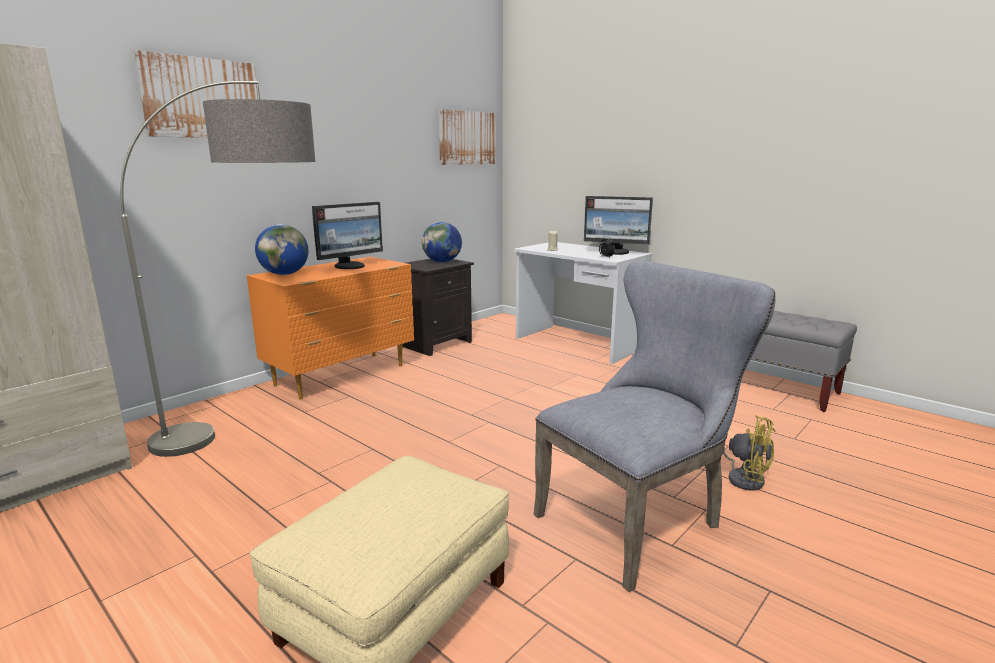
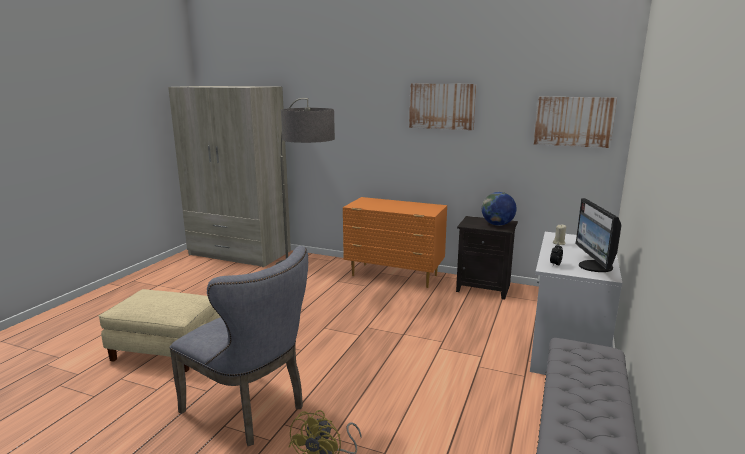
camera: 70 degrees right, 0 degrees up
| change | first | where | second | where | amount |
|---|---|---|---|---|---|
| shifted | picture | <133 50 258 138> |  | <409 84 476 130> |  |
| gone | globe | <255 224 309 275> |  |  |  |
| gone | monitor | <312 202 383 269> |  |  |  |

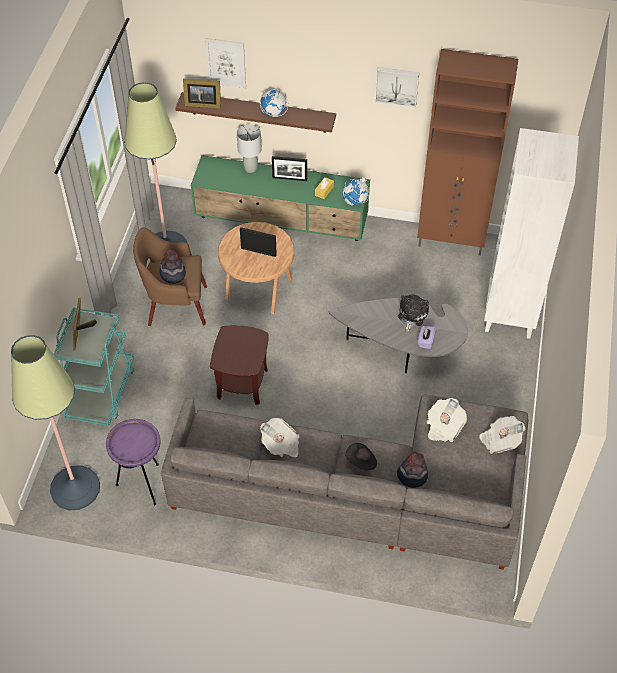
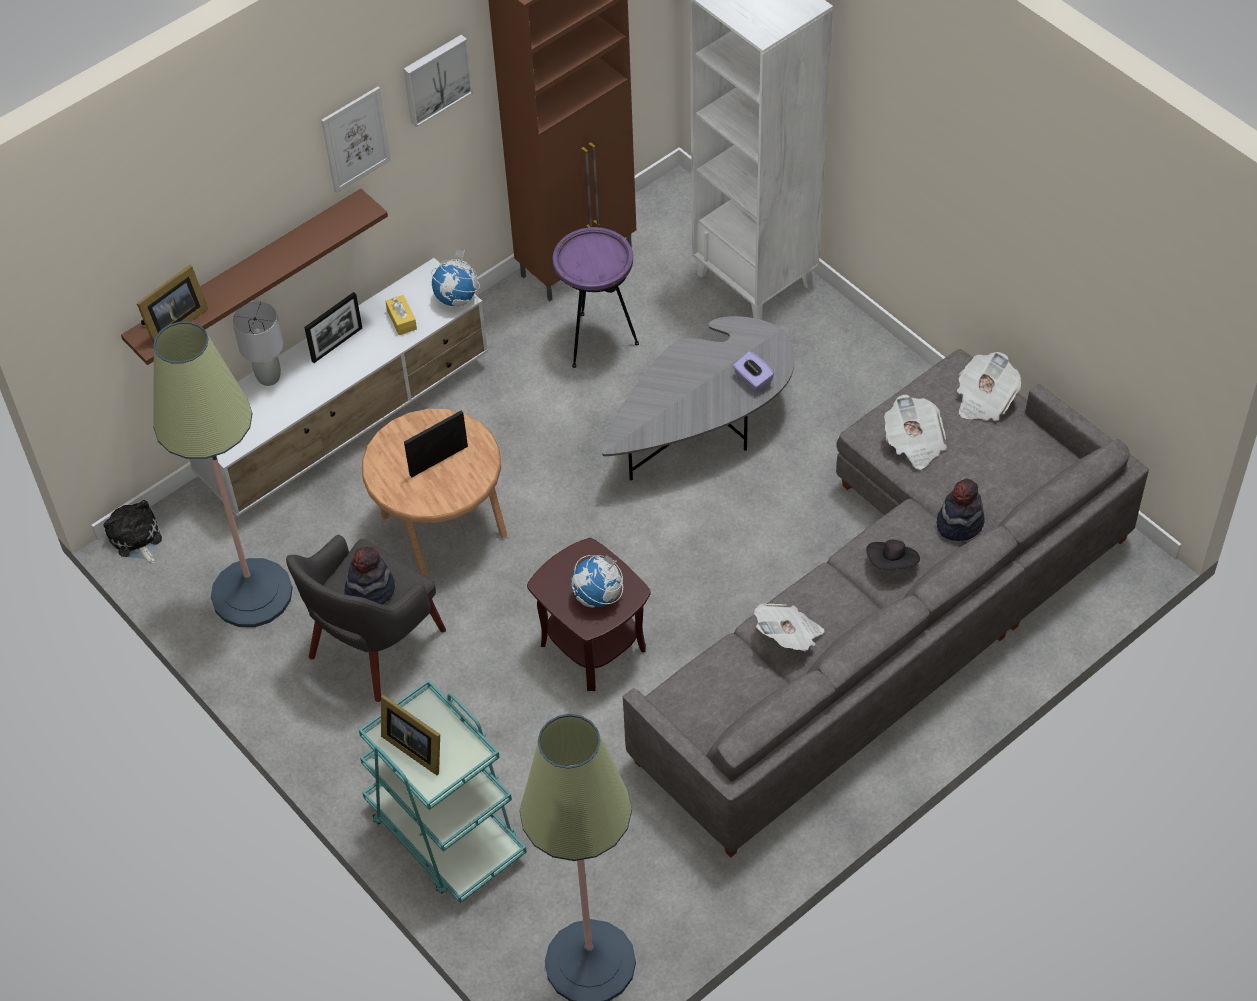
camera: 50 degrees left, 0 degrees up
| change | first | where | second | where | amount |
|---|---|---|---|---|---|
| shifted | accent table (purple-coloured) | <106 419 160 505> |  | <553 227 639 368> |  |
| repainted | armchair (brown-coloured) | <133 227 207 326> | armchair (greyish) | <286 535 446 702> |  |
| repainted | tv unit (greenish) | <190 155 370 241> | tv unit (white) | <189 258 488 517> |  |
| shifted | picture | <205 38 246 88> |  | <321 87 391 194> |  |
| shifted | globe | <260 88 289 117> |  | <571 555 623 608> |  |
| shifted | soft toy | <398 294 429 332> |  | <103 500 162 564> |  |

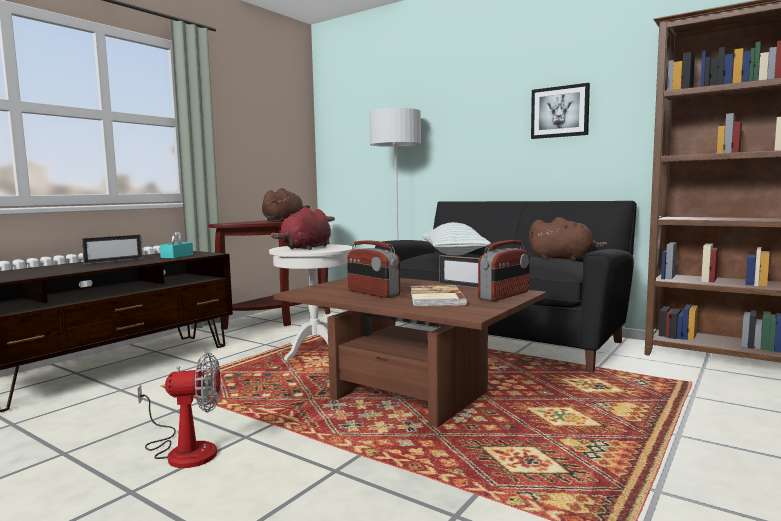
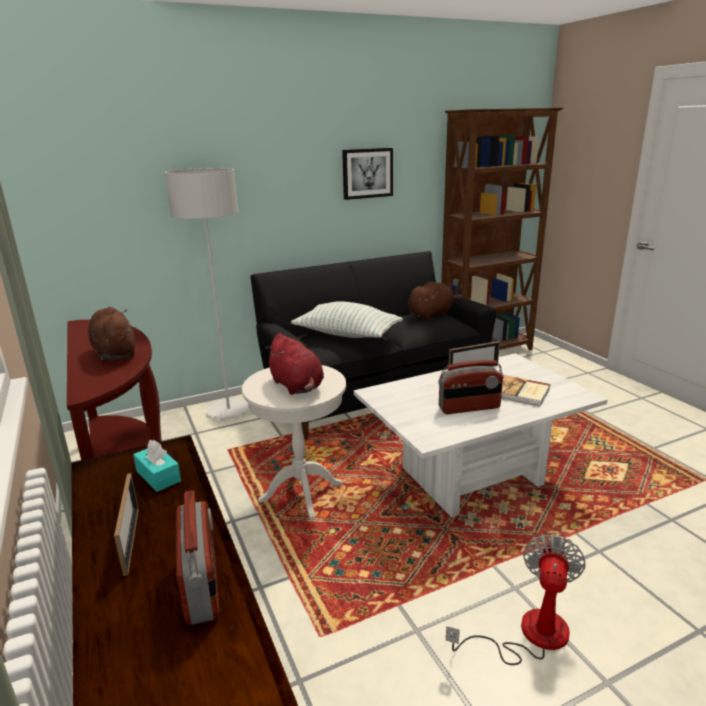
camera: 60 degrees left, 15 degrees up
| change | first | where | second | where | amount |
|---|---|---|---|---|---|
| repainted | coffee table (brown-coloured) | <273 278 547 428> | coffee table (white) | <354 353 608 517> |  |
| shifted | radio receiver | <478 240 530 301> |  | <176 490 219 625> |  |

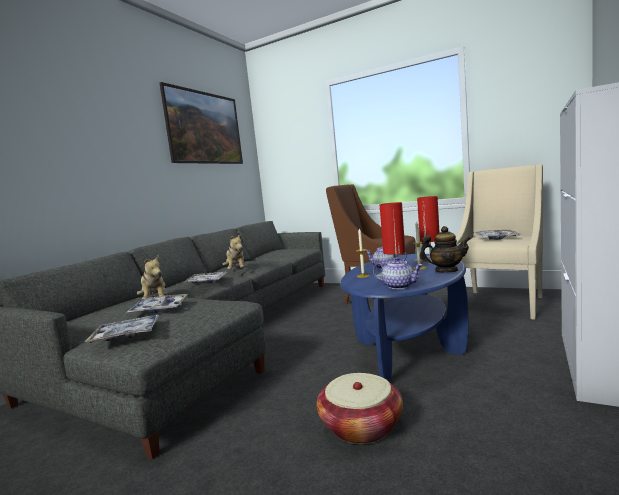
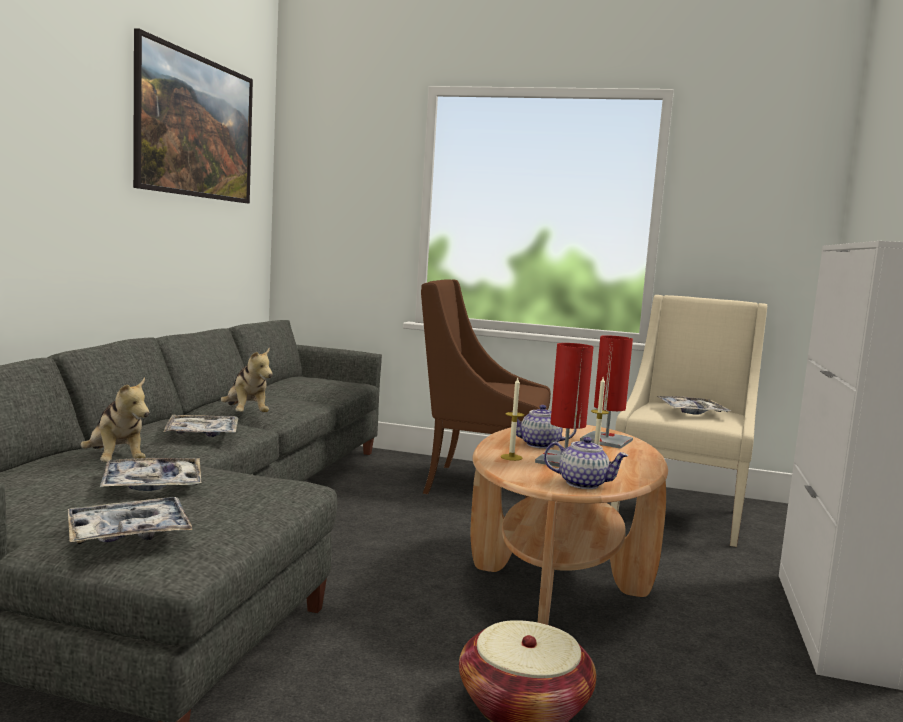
camera: 15 degrees left, 0 degrees up
| change | first | where | second | where | amount |
|---|---|---|---|---|---|
| repainted | coffee table (blue) | <340 254 469 382> | coffee table (brown-coloured) | <471 425 668 625> |  |
| gone | teapot | <419 226 471 272> |  |  |  |

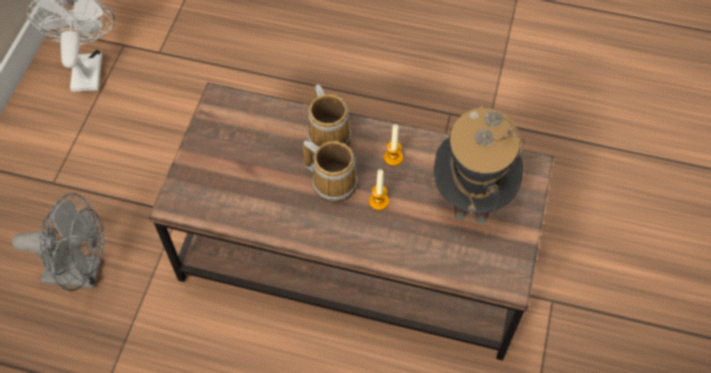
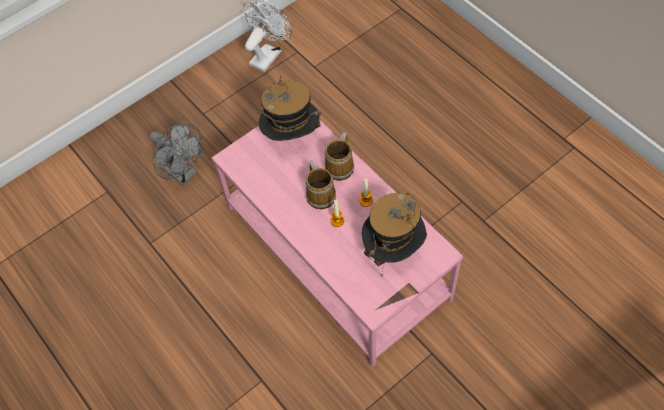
camera: 40 degrees right, 0 degrees up
| change | first | where | second | where | amount |
|---|---|---|---|---|---|
| repainted | coffee table (brown-coloured) | <149 82 554 361> | coffee table (pink-coloured) | <212 119 464 367> |  |
| new |  |  | hat | <259 76 321 141> |  |

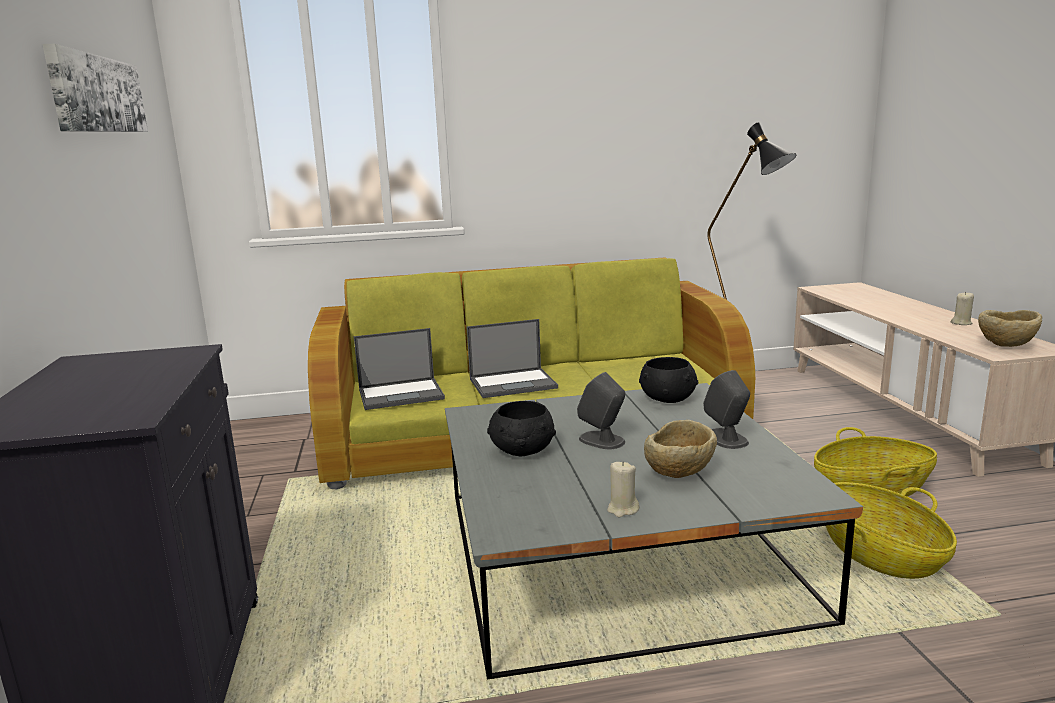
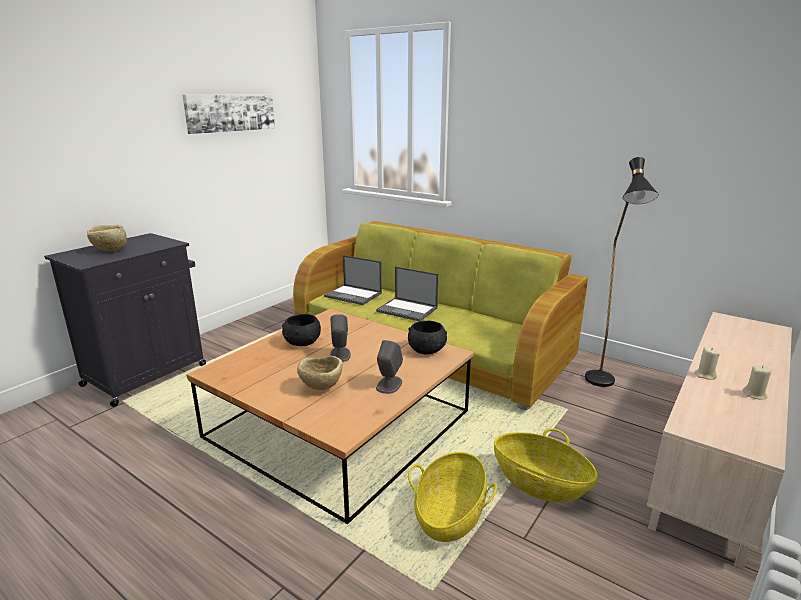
camera: 45 degrees right, 5 degrees up
| change | first | where | second | where | amount |
|---|---|---|---|---|---|
| repainted | coffee table (greyish) | <445 383 863 679> | coffee table (brown-coloured) | <186 309 474 524> |  |
| shifted | wax light (beige-coloured) | <607 461 640 517> |  | <694 347 720 380> |  |
| shifted | serving bowl (beige-coloured) | <978 310 1042 347> |  | <87 224 127 251> |  |

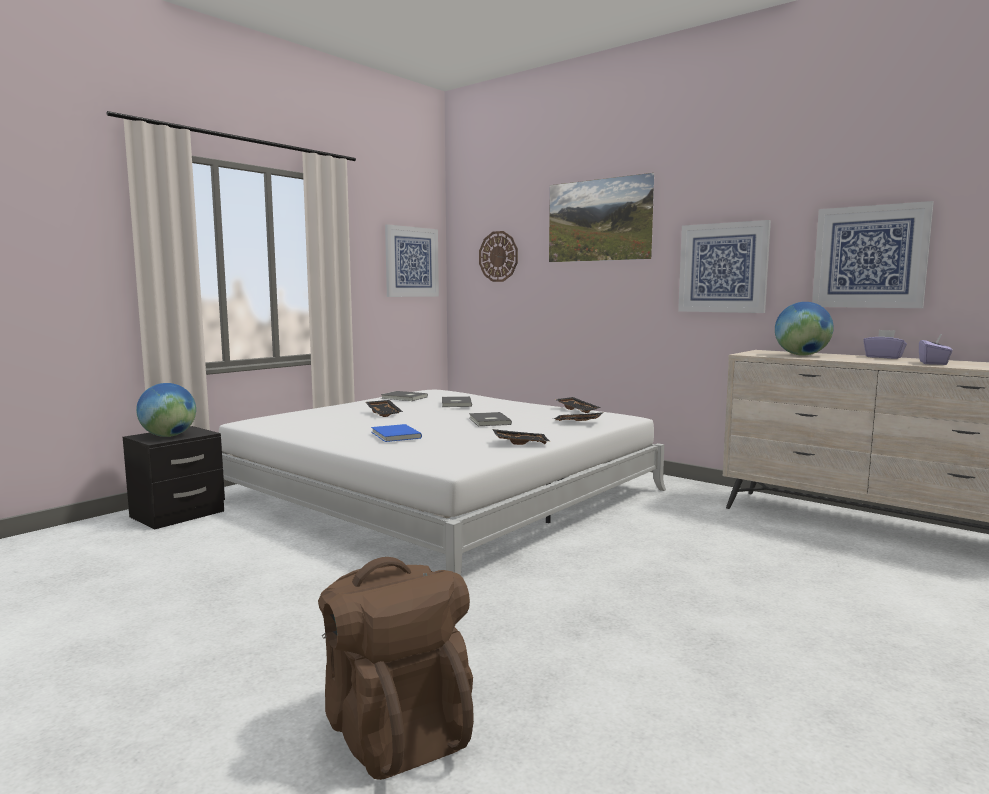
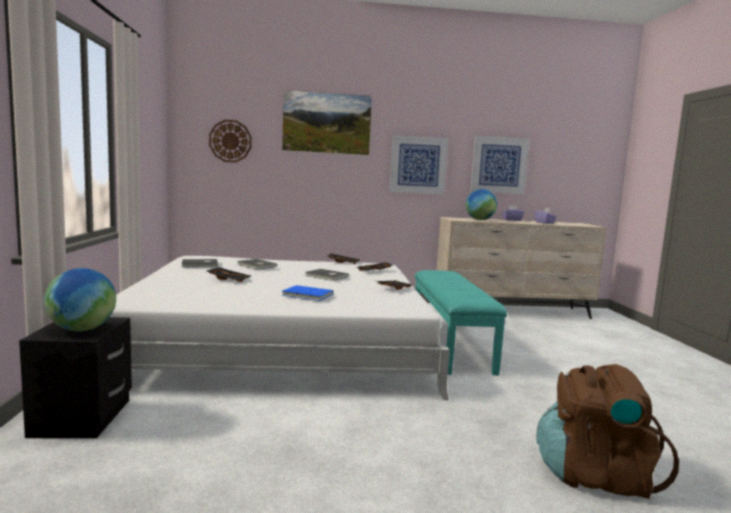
camera: 45 degrees left, 0 degrees up
| change | first | where | second | where | amount |
|---|---|---|---|---|---|
| gone | picture | <385 224 439 297> |  |  |  |
| new |  |  | bench (turquoise-coloured) | <415 270 507 376> |  |

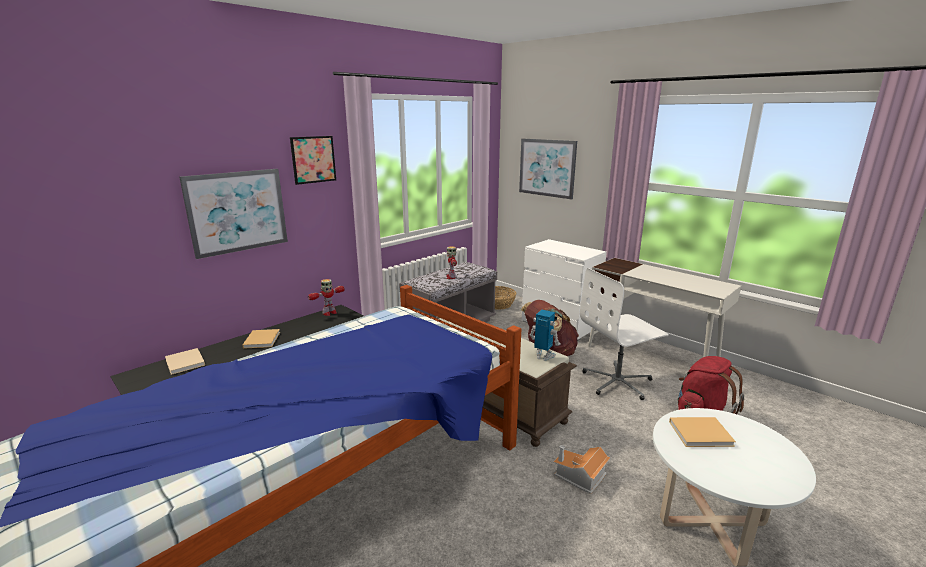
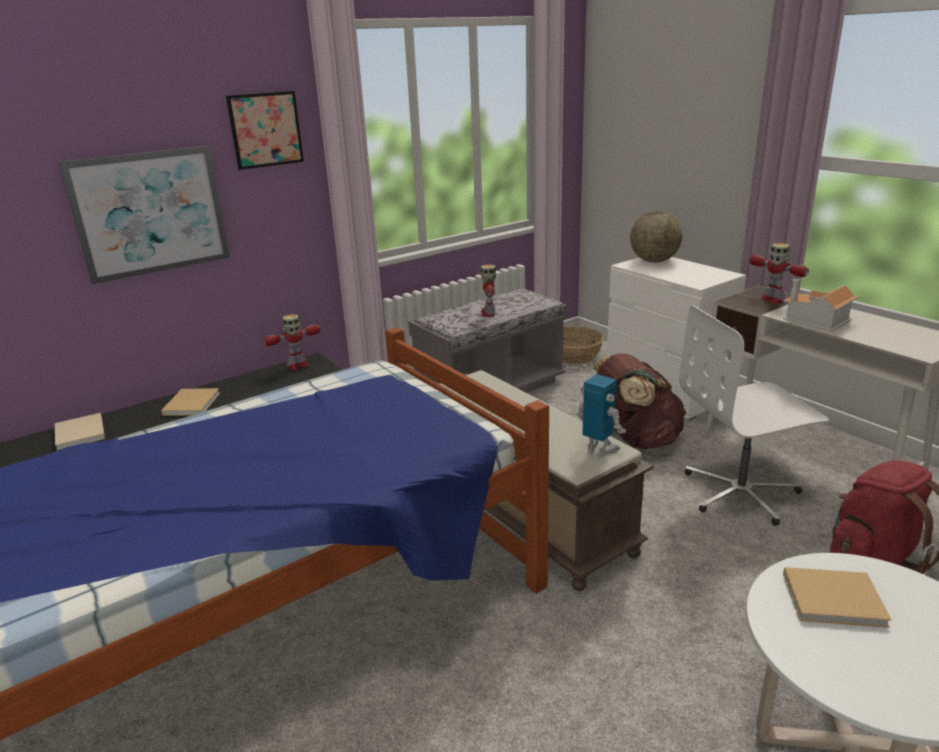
camera: 10 degrees right, 5 degrees up
| change | first | where | second | where | amount |
|---|---|---|---|---|---|
| gone | picture | <519 139 577 199> |  |  |  |
| shifted | miniature house | <553 445 611 494> |  | <783 279 859 331> |  |
| new |  |  | globe | <630 211 682 262> |  |
| new |  |  | robot figure | <749 243 809 304> |  |

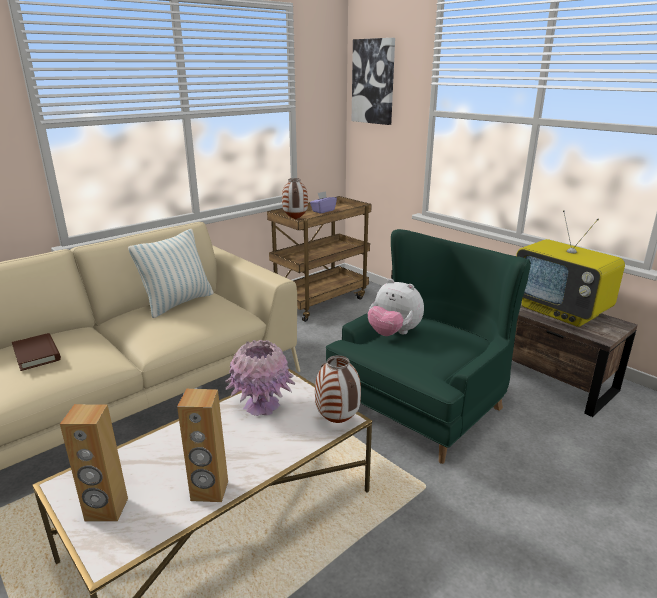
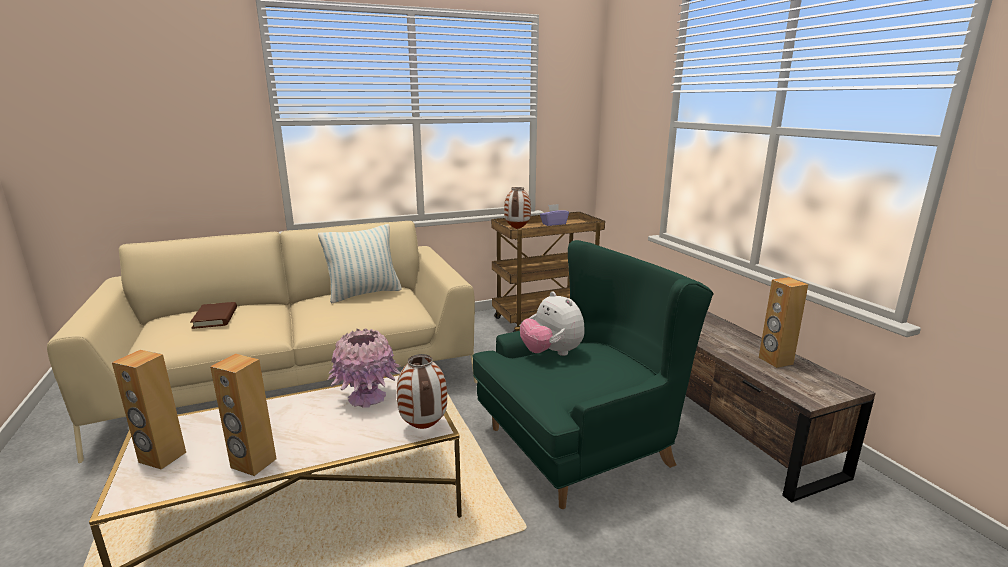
camera: 20 degrees right, 5 degrees down
| change | first | where | second | where | amount |
|---|---|---|---|---|---|
| gone | picture | <352 38 395 125> |  |  |  |
| swapped | TV | <516 210 625 327> | speaker (brown-coloured) | <759 277 808 368> |  |

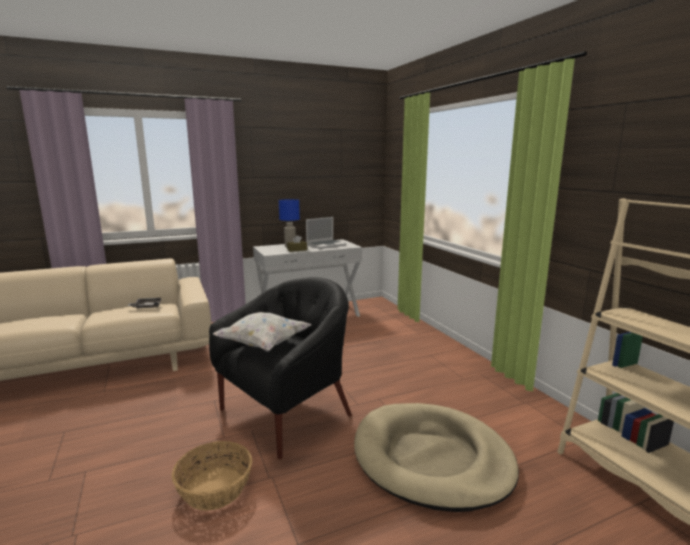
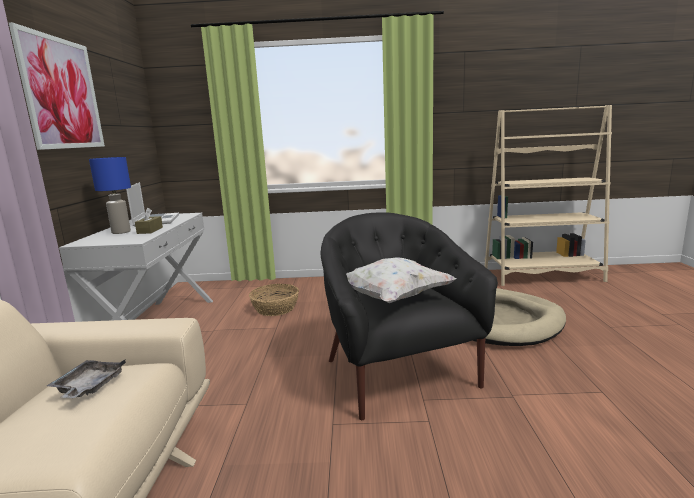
camera: 65 degrees left, 0 degrees up
| change | first | where | second | where | amount |
|---|---|---|---|---|---|
| shifted | basket | <172 441 252 511> |  | <249 284 299 316> |  |
| new |  |  | picture | <9 22 105 150> |  |

